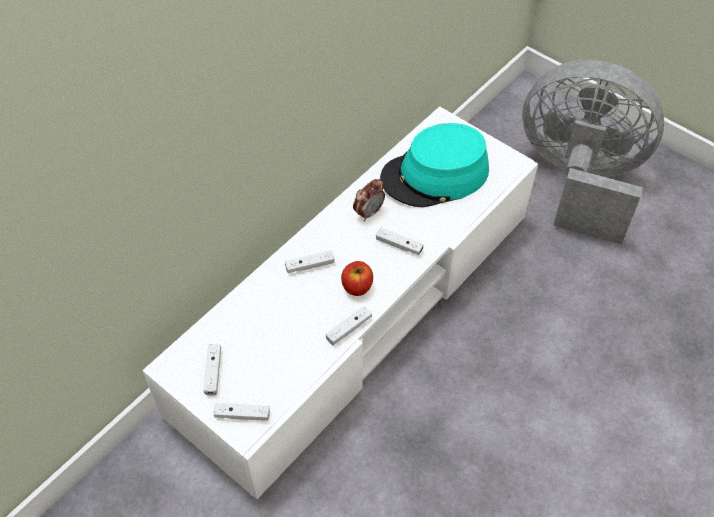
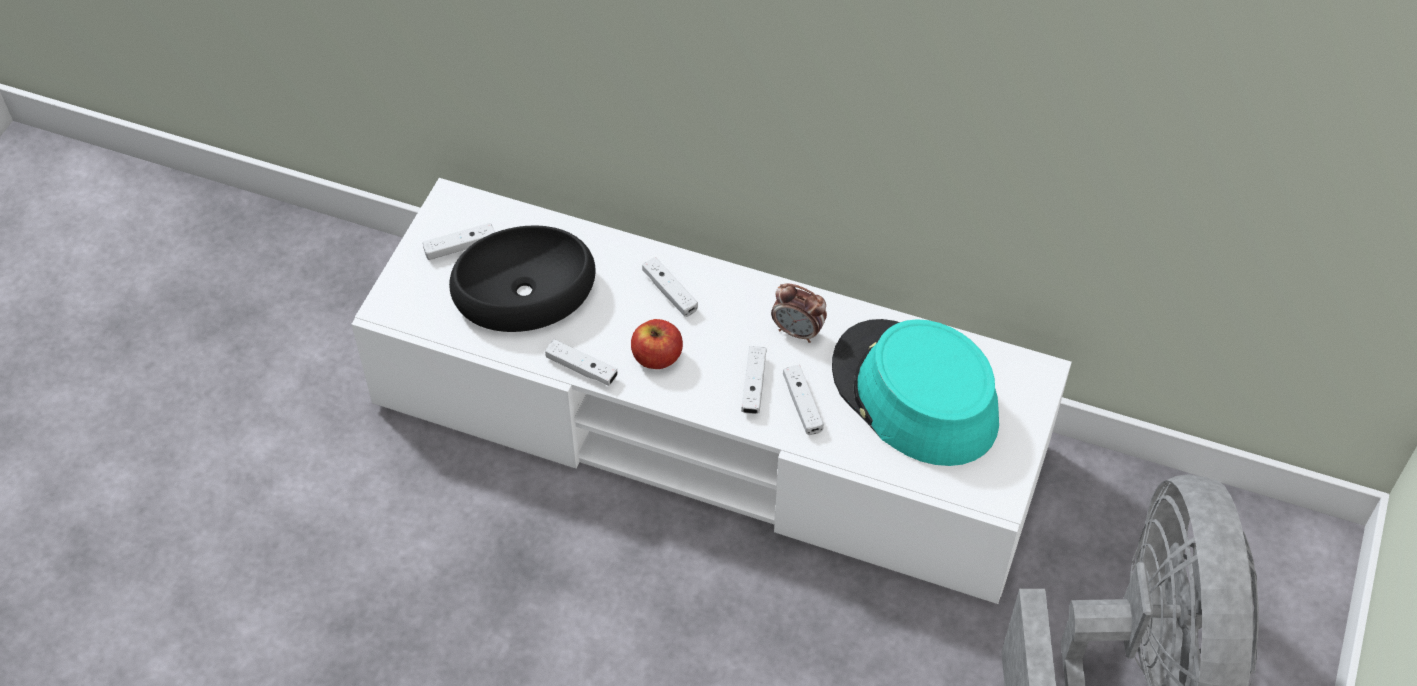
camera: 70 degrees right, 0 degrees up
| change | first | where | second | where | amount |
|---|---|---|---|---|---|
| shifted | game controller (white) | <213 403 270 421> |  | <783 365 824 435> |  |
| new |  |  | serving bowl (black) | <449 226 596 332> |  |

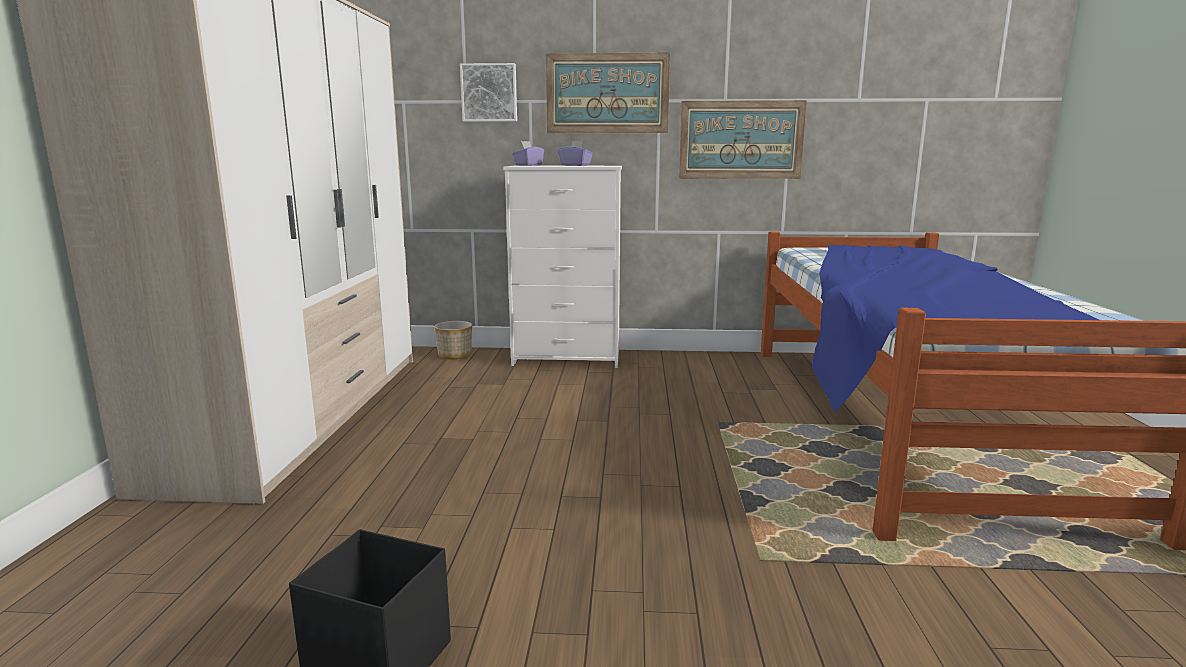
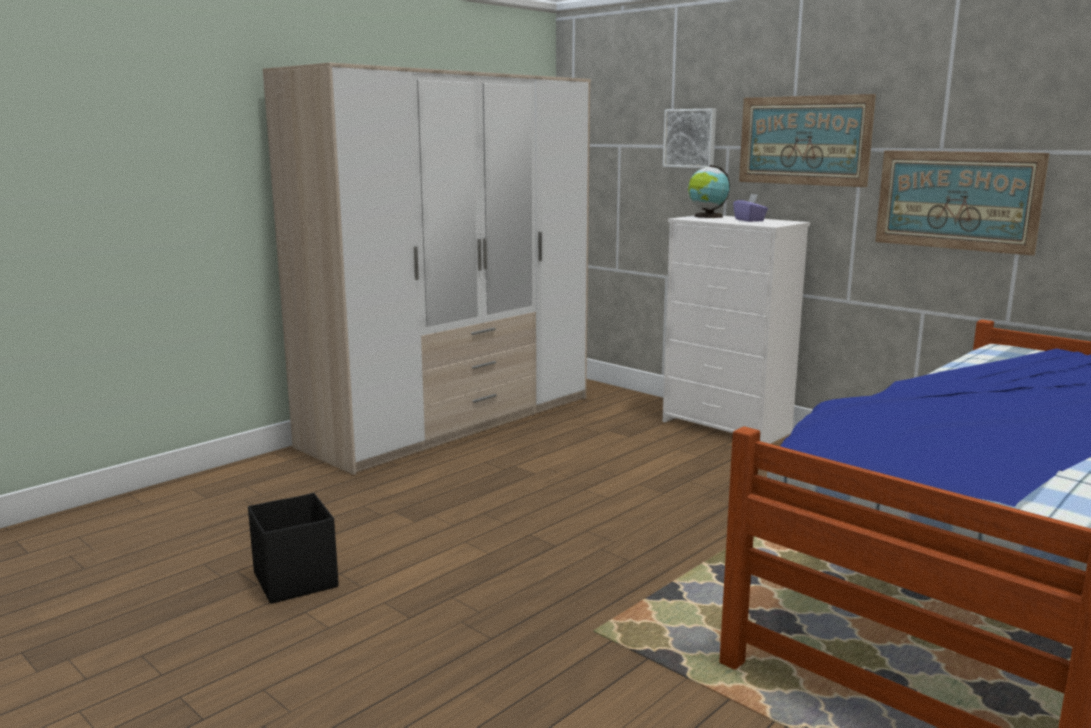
camera: 40 degrees right, 0 degrees up
| change | first | where | second | where | amount |
|---|---|---|---|---|---|
| gone | flower pot | <434 321 472 359> |  |  |  |
| swapped | tissue box (purple-coloured) | <512 141 544 166> | globe | <688 165 730 218> |  |

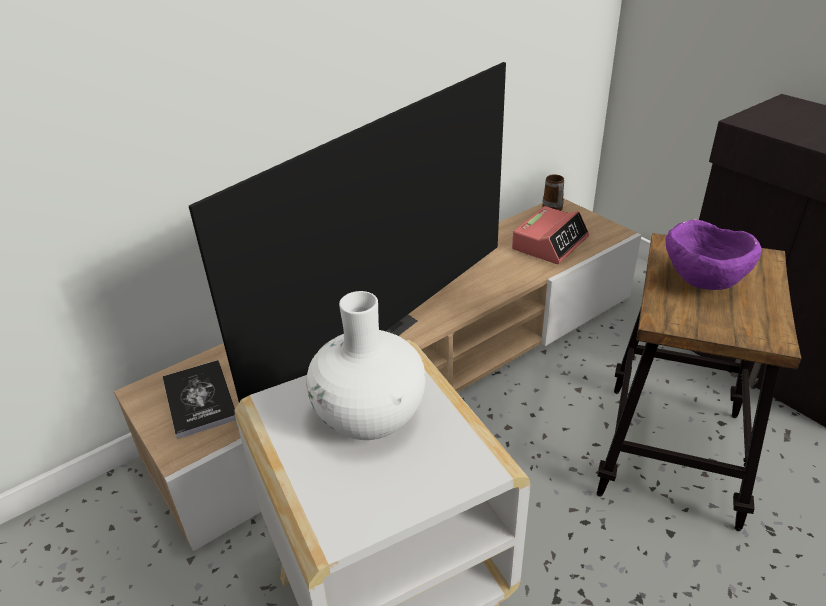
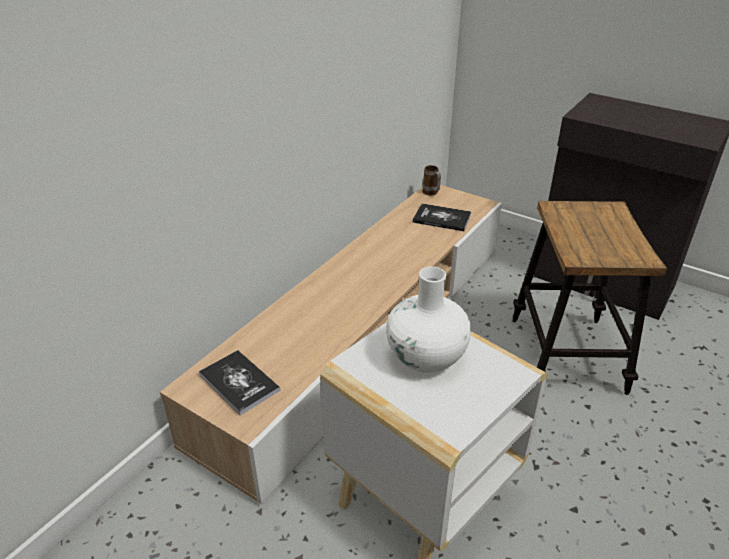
camera: 20 degrees left, 0 degrees up
| change | first | where | second | where | amount |
|---|---|---|---|---|---|
| gone | TV | <189 62 506 402> |  |  |  |
| swapped | table clock | <512 206 589 264> | volume | <413 203 471 231> |  |
| gone | serving bowl (purple-coloured) | <665 219 762 290> |  |  |  |

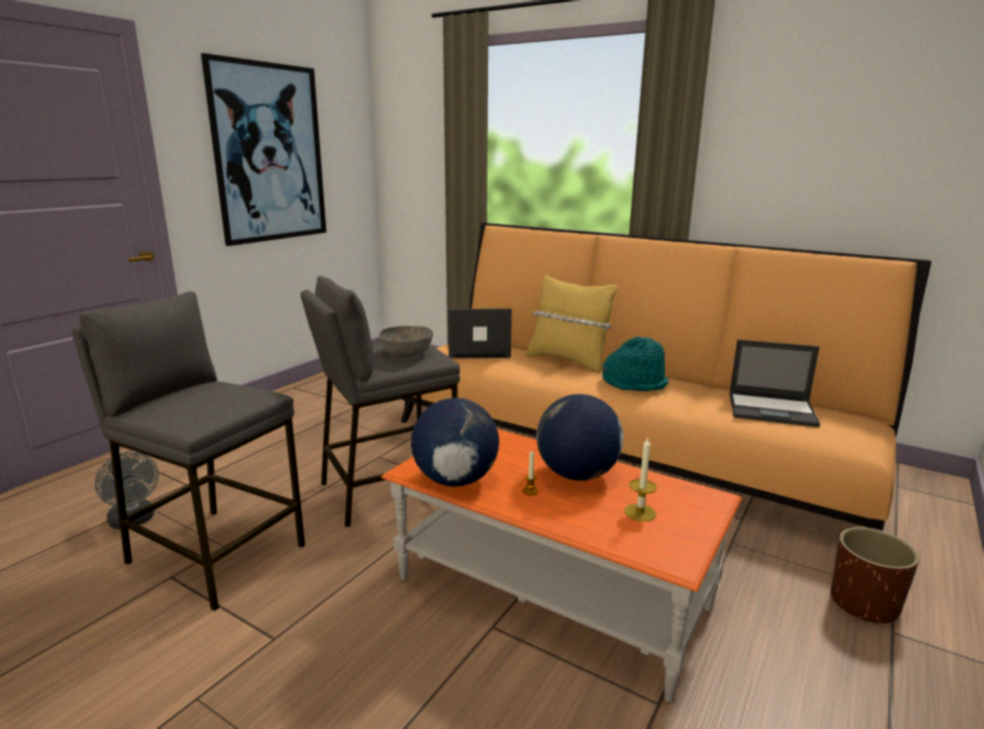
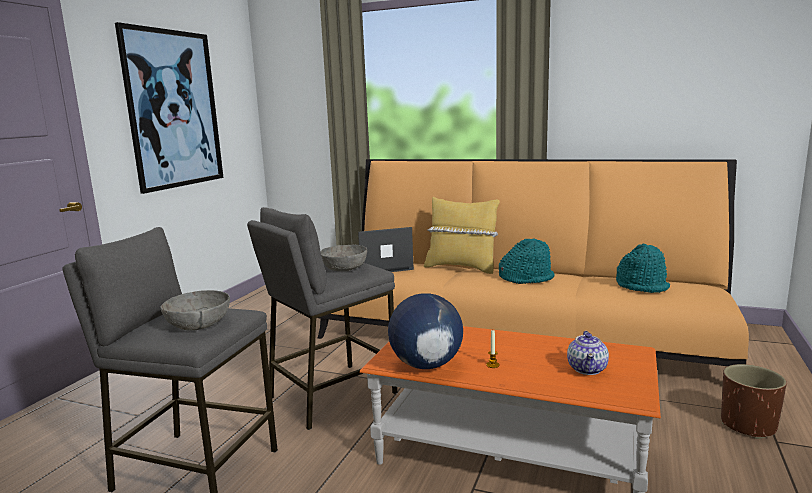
camera: 10 degrees left, 5 degrees down
| change | first | where | second | where | amount |
|---|---|---|---|---|---|
| gone | cooling fan (greyish) | <95 452 159 529> |  |  |  |
| gone | globe | <537 394 623 481> |  |  |  |
| swapped | wax light | <624 438 657 522> | teapot | <567 331 609 375> |  |
| swapped | portable computer | <729 340 820 427> | hat (turquoise-coloured) | <616 243 671 293> |  |
| new |  |  | serving bowl (greyish) | <160 290 230 331> |  |

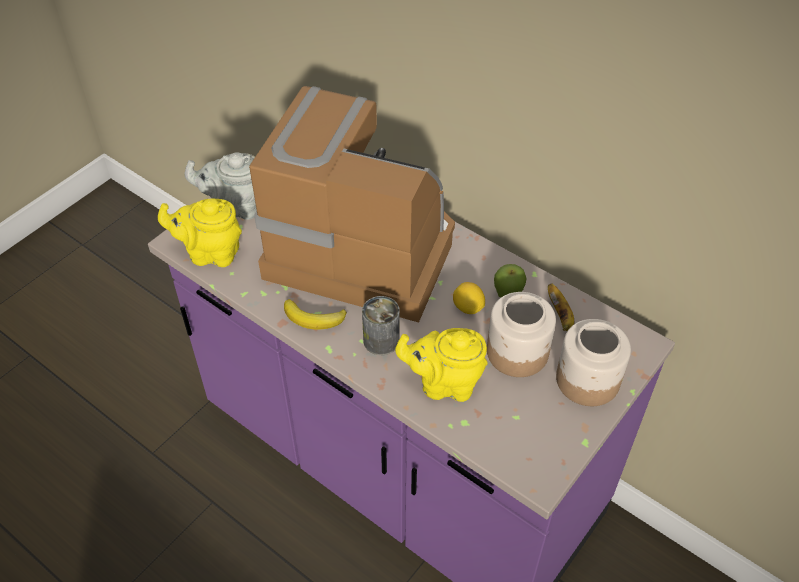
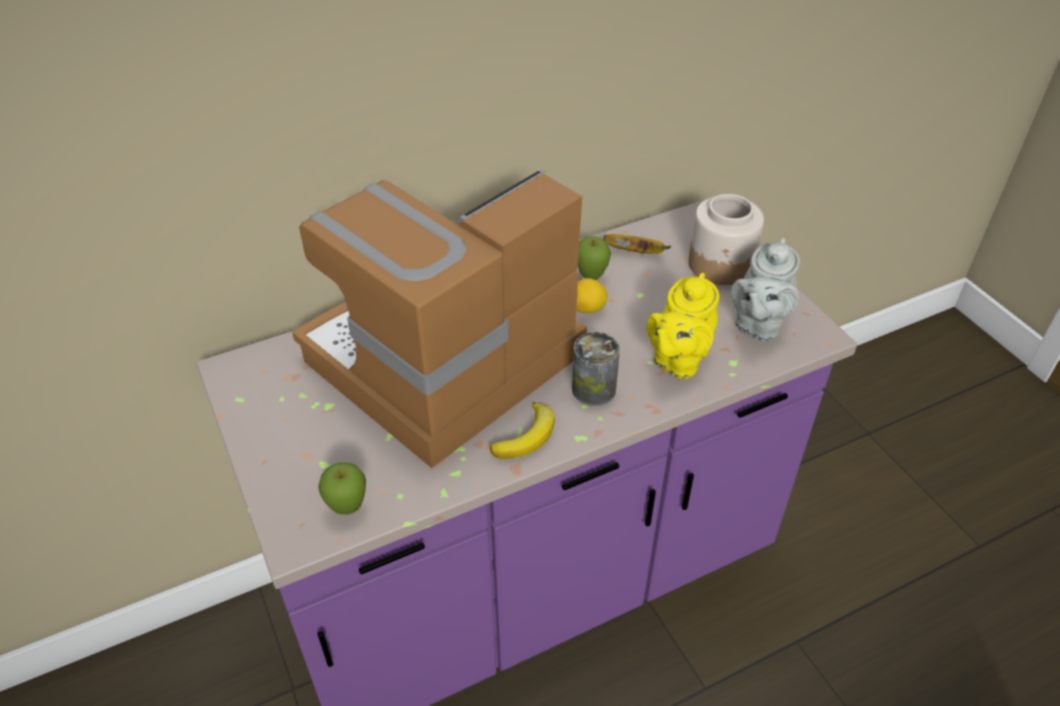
camera: 65 degrees left, 5 degrees down
| change | first | where | second | where | amount |
|---|---|---|---|---|---|
| swapped | teapot (yellow-coloured) | <158 199 242 267> | apple | <318 462 366 515> |  |
| shifted | teapot (greyish) | <185 152 257 220> |  | <731 238 800 342> |  |
| gone | jar | <487 292 556 377> |  |  |  |

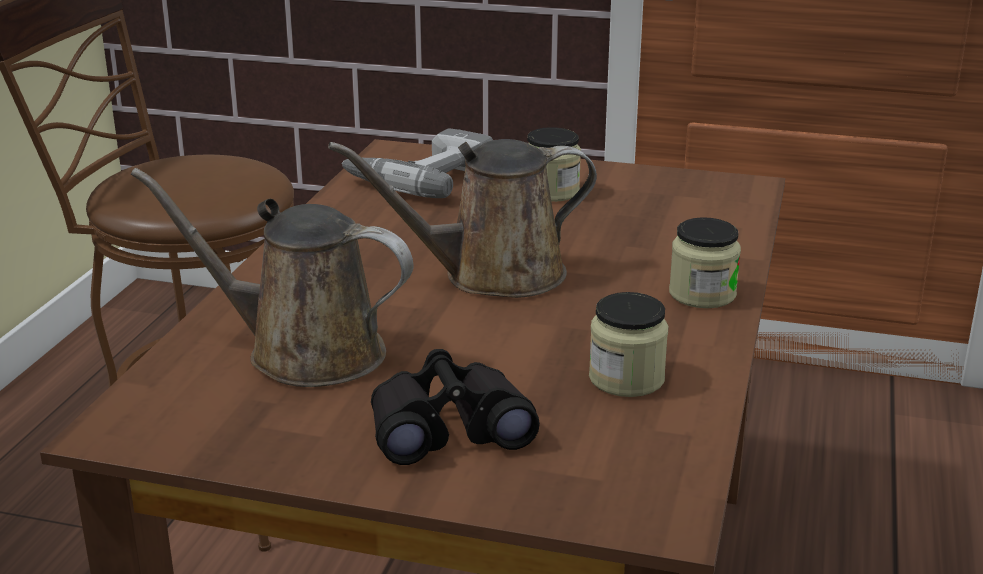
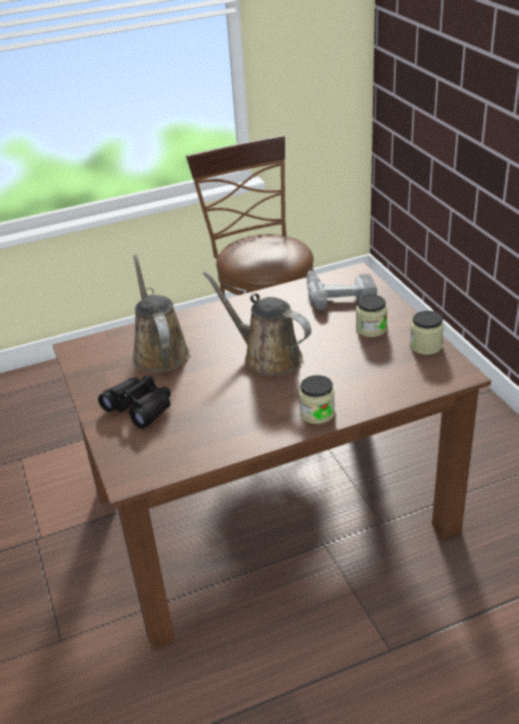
camera: 55 degrees right, 10 degrees up
| change | first | where | second | where | amount |
|---|---|---|---|---|---|
| shifted | jar | <589 292 669 397> |  | <410 311 444 355> |  |

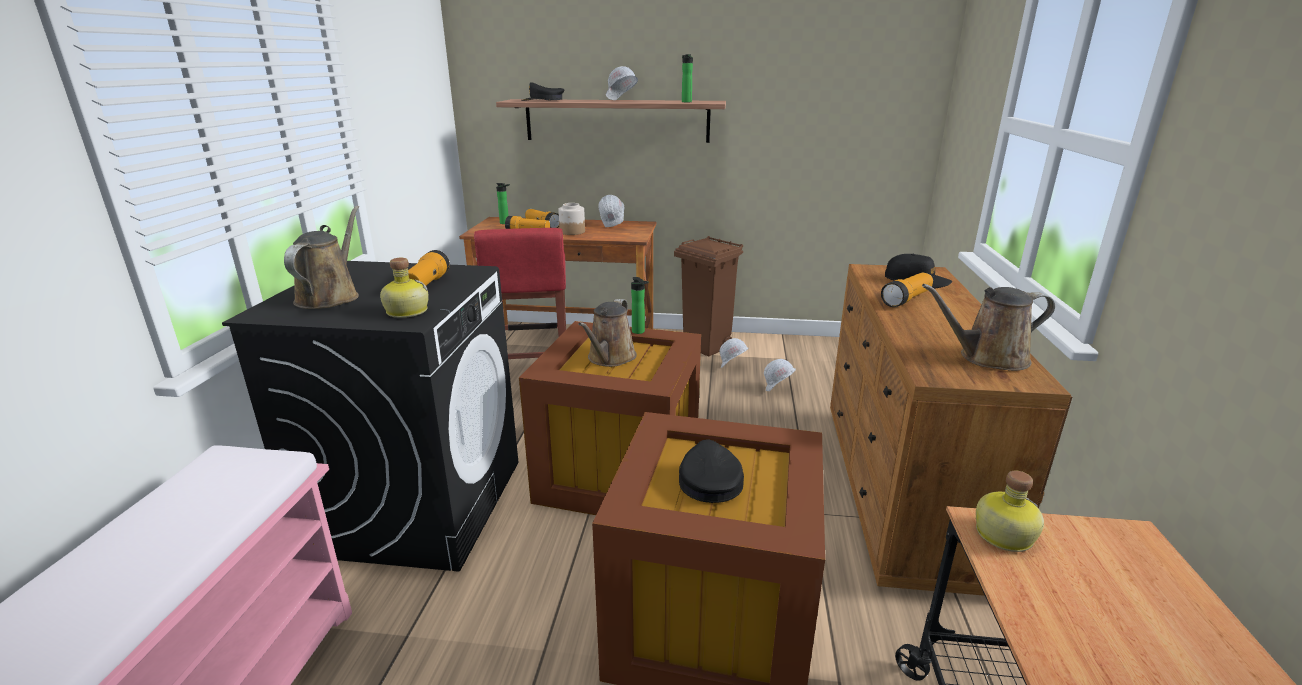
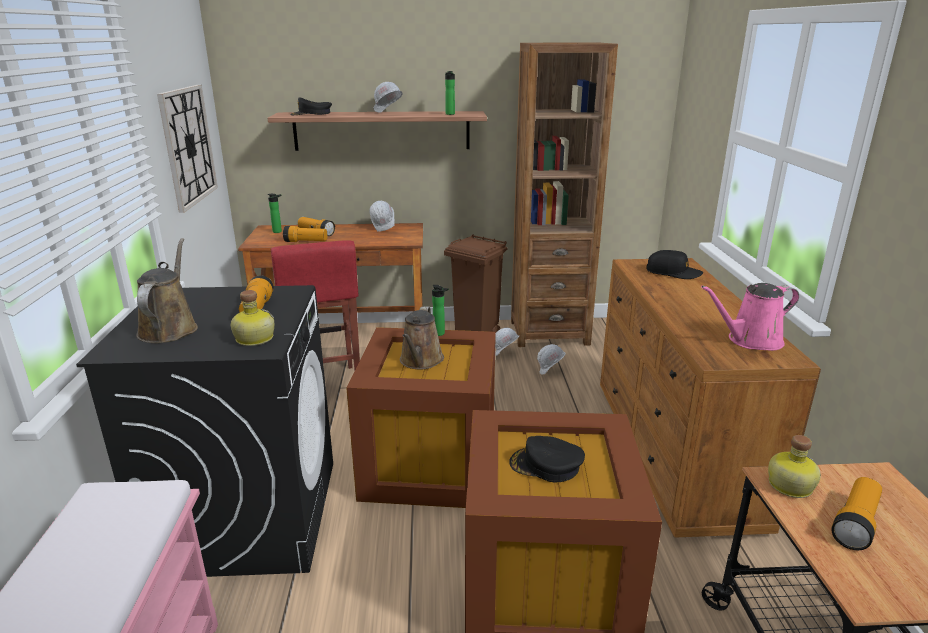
camera: 10 degrees left, 0 degrees up
| change | first | where | second | where | amount |
|---|---|---|---|---|---|
| gone | jar | <558 203 585 235> |  |  |  |
| rotated | peaked cap (black) | <679 439 744 503> |  | <509 436 585 482> | 60 degrees counterclockwise |
| shifted | flashlight | <881 273 933 307> |  | <831 477 882 550> |  |
| repainted | sprinkling can (brown-coloured) | <922 284 1055 371> | sprinkling can (pink-coloured) | <701 283 799 351> |  |
| new |  |  | hanging clock | <157 85 218 213> |  |
| new |  |  | bookshelf (brown-coloured) | <511 43 618 347> |  |

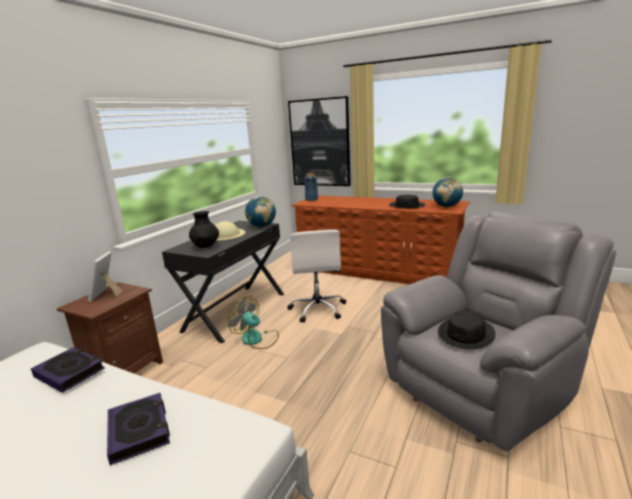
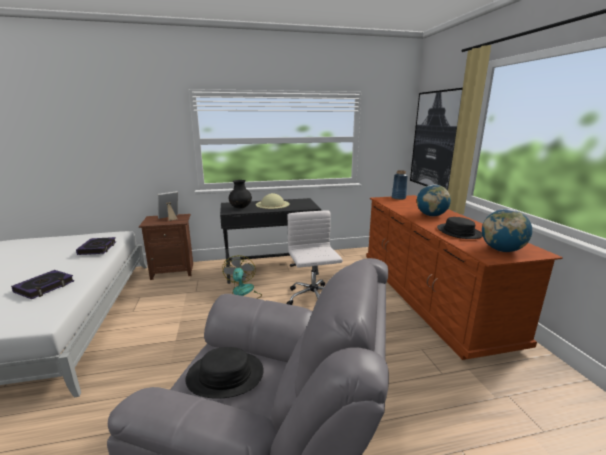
camera: 50 degrees right, 0 degrees up
| change | first | where | second | where | amount |
|---|---|---|---|---|---|
| shifted | globe | <245 196 276 227> |  | <417 184 451 216> |  |
| rotated | desk chair (white) | <287 229 346 323> |  | <286 211 343 305> | 120 degrees clockwise |

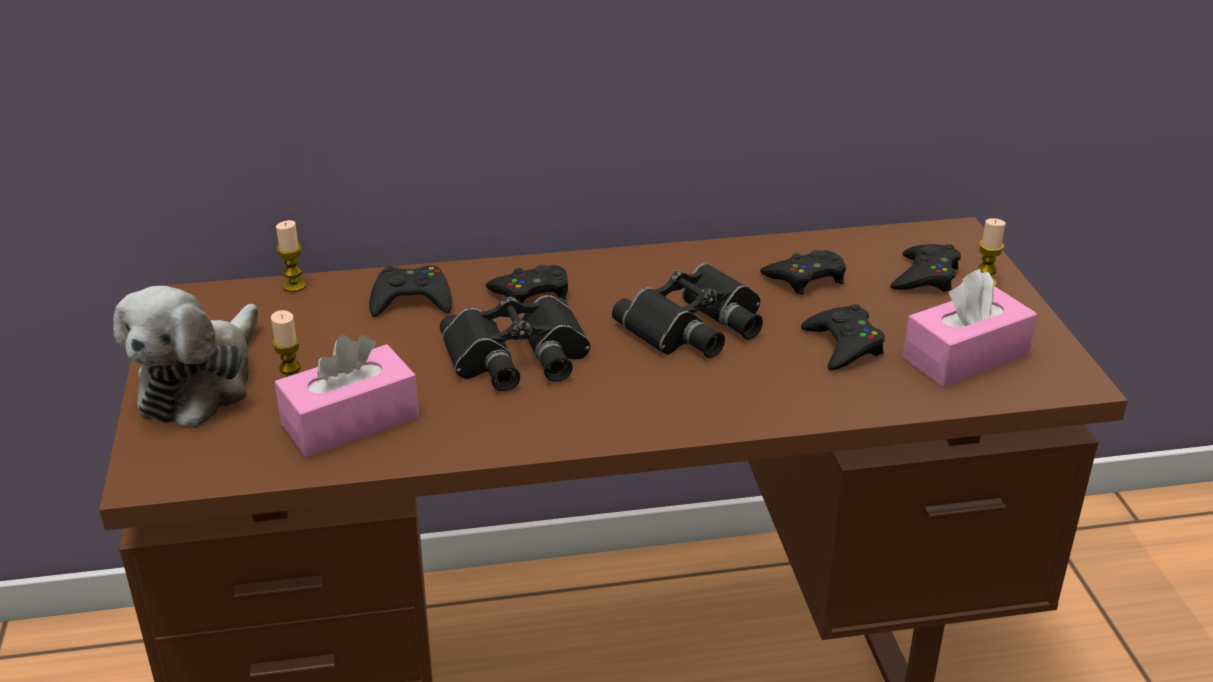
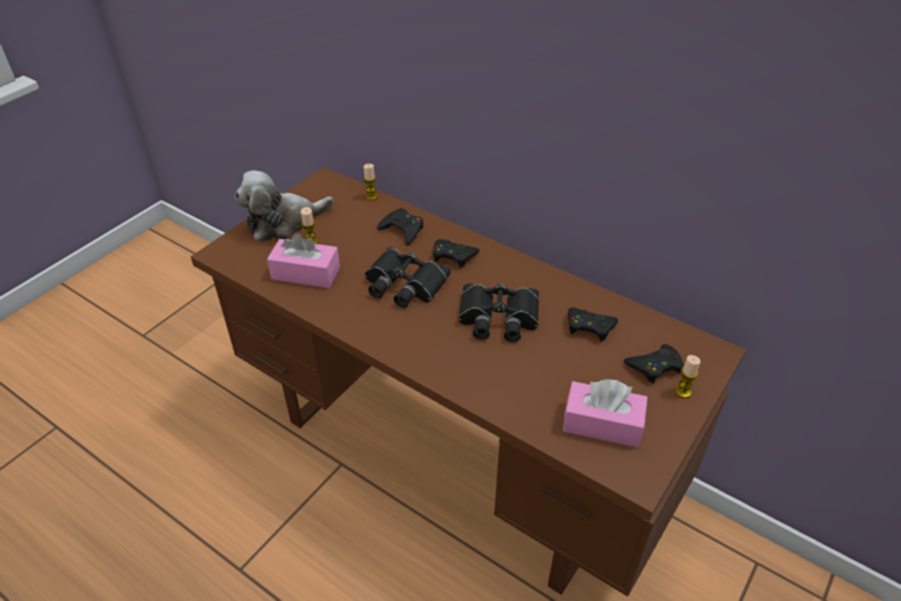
camera: 45 degrees right, 10 degrees up
| change | first | where | second | where | amount |
|---|---|---|---|---|---|
| gone | game controller (black) | <801 304 885 370> |  |  |  |

